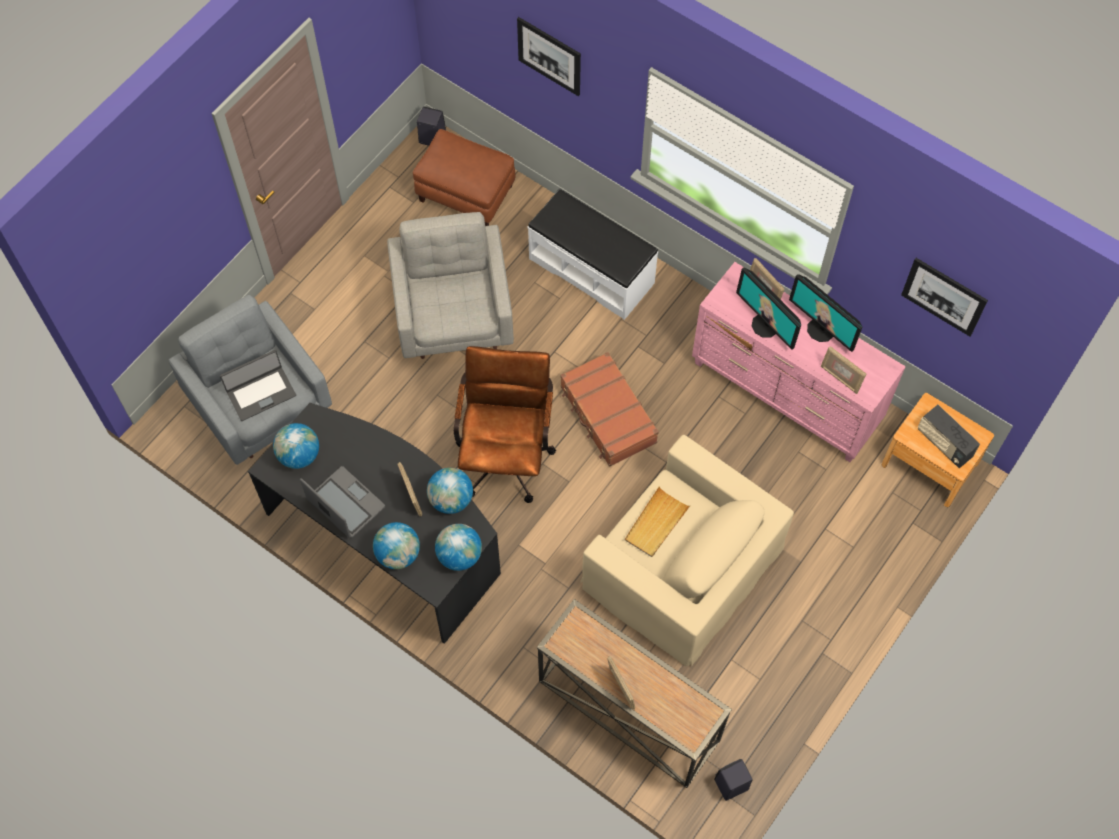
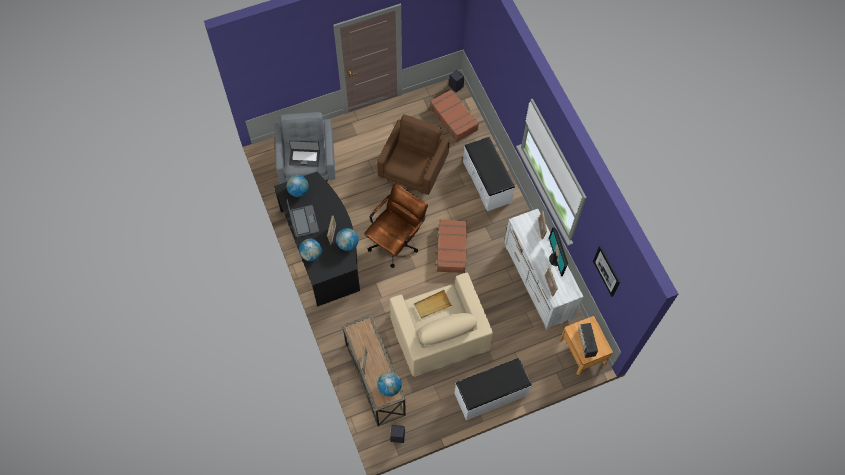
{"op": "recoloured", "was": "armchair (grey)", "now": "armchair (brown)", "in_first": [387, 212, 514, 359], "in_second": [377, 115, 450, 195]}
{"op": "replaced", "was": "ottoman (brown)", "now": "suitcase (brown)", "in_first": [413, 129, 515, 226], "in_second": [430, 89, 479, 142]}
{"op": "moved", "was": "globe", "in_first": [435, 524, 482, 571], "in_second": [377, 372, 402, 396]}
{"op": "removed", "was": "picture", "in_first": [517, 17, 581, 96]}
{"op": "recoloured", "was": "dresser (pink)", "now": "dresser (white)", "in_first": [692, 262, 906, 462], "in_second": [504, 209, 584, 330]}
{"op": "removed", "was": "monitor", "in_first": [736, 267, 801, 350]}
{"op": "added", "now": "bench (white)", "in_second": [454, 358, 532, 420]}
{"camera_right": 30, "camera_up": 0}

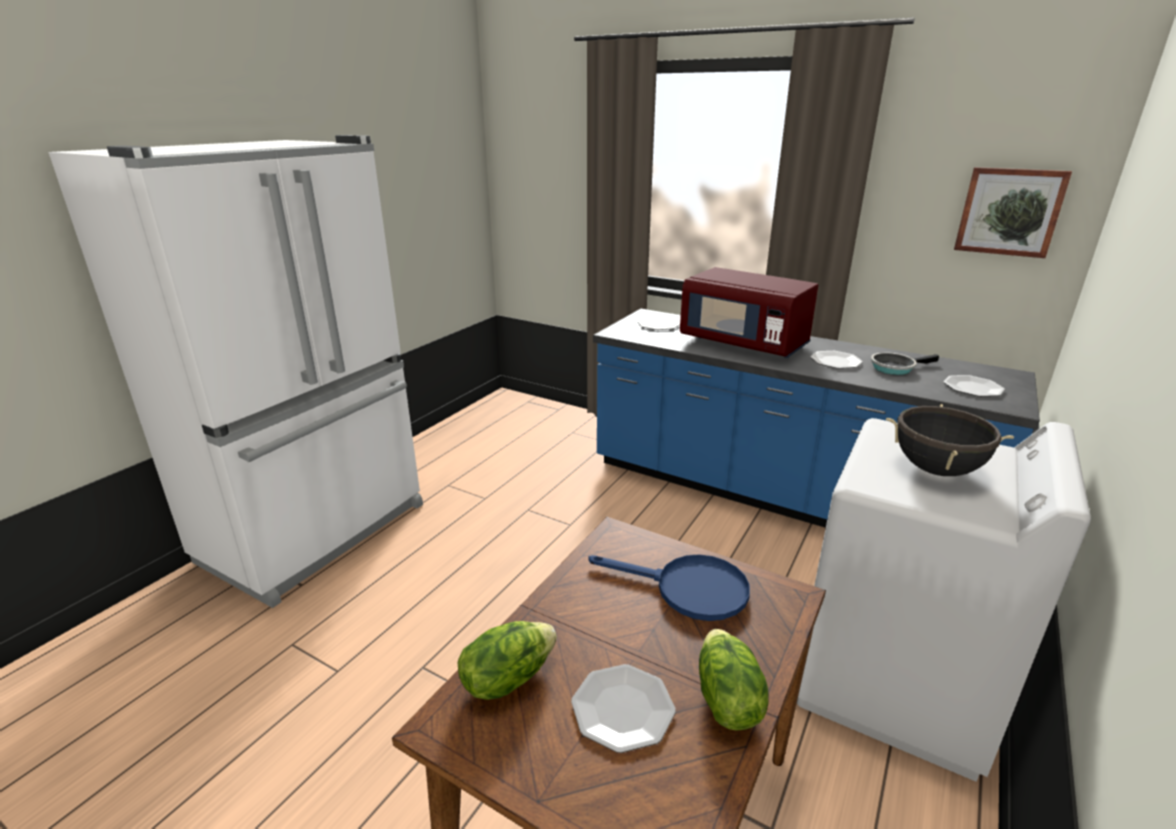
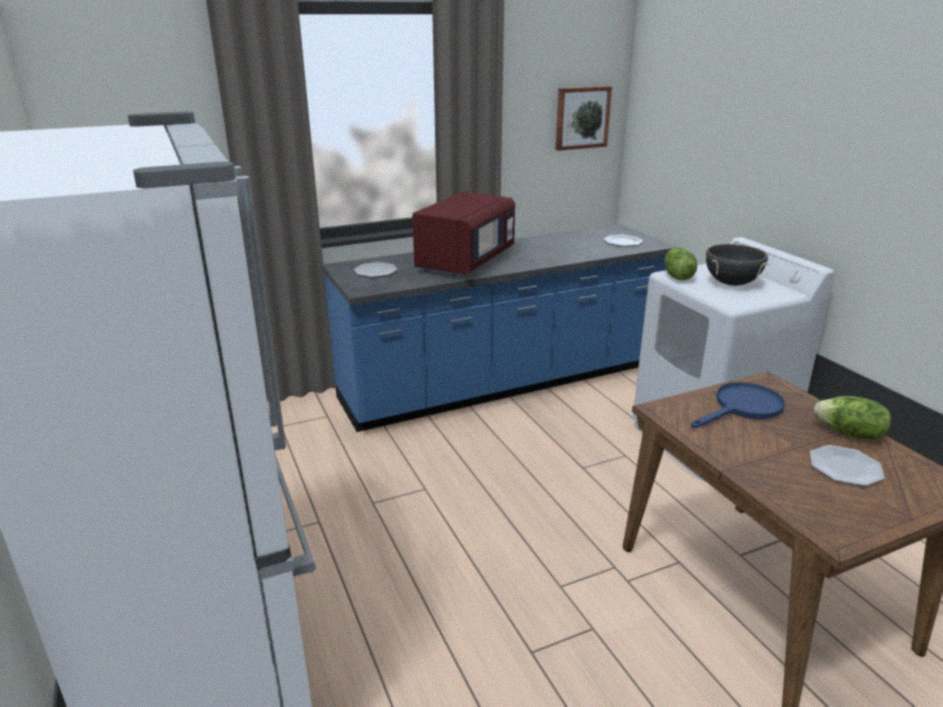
{"op": "moved", "was": "lettuce", "in_first": [458, 621, 557, 700], "in_second": [664, 248, 697, 280]}
{"op": "turned", "was": "microwave (red)", "in_first": [680, 267, 818, 358], "in_second": [412, 192, 515, 276], "clockwise": -45}
{"op": "removed", "was": "plate", "in_first": [810, 351, 863, 369]}
{"op": "removed", "was": "frying pan", "in_first": [871, 352, 939, 375]}
{"camera_right": -55, "camera_up": 0}

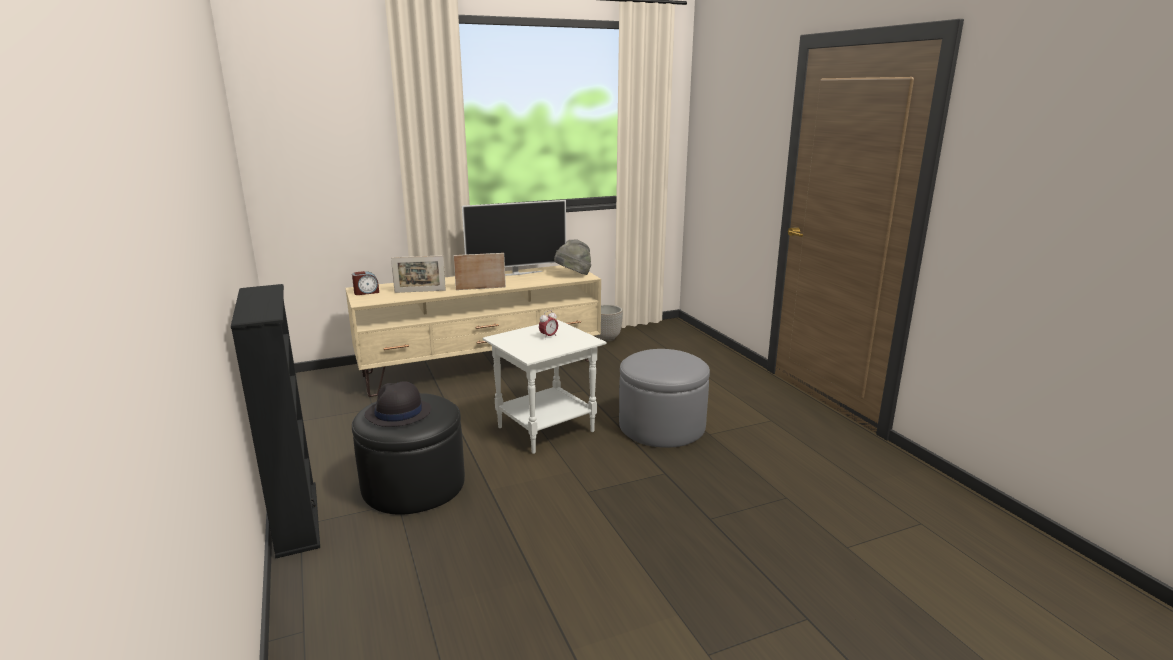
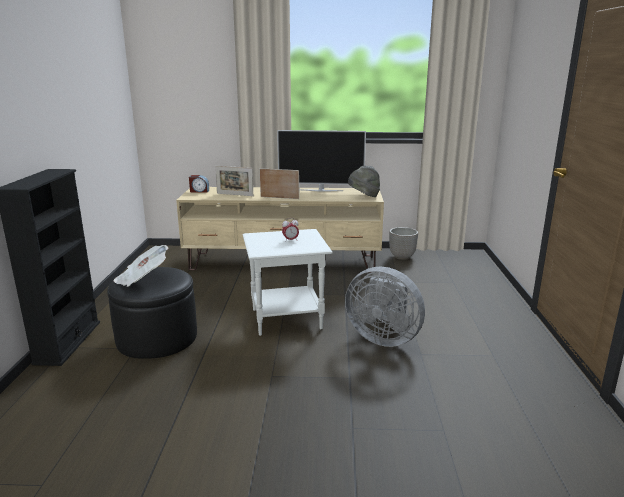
{"op": "replaced", "was": "hat (black)", "now": "newspaper", "in_first": [364, 381, 431, 427], "in_second": [114, 245, 169, 287]}
{"op": "replaced", "was": "ottoman (grey)", "now": "fan (grey)", "in_first": [619, 349, 710, 448], "in_second": [345, 267, 425, 347]}
{"camera_right": 25, "camera_up": 0}

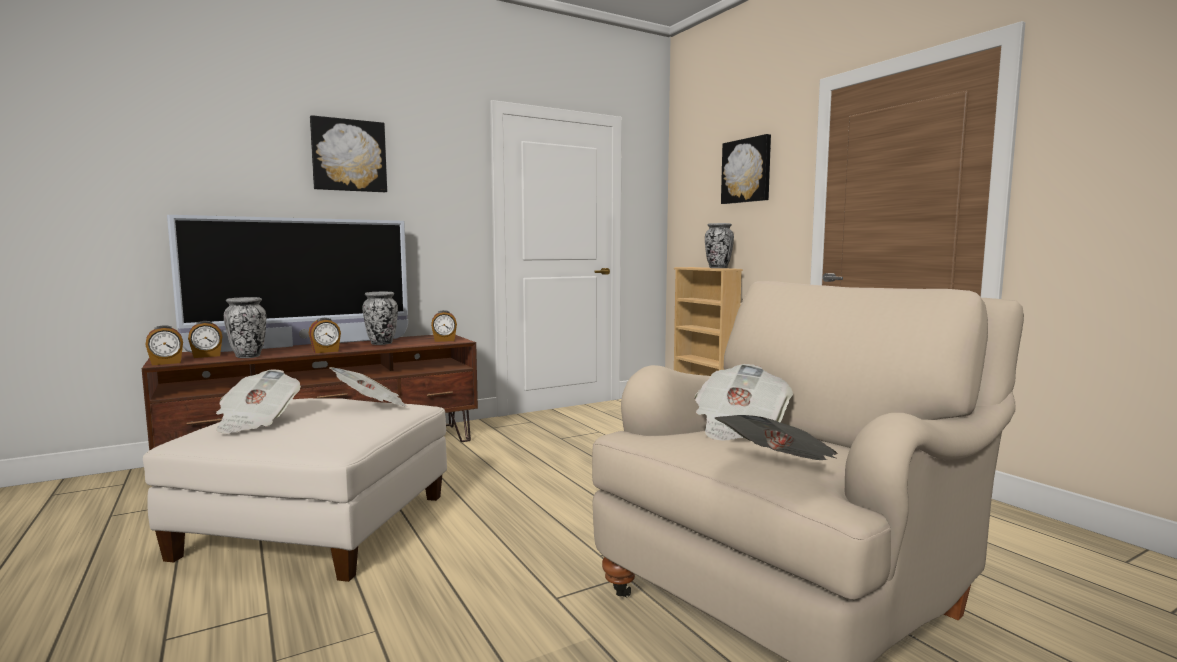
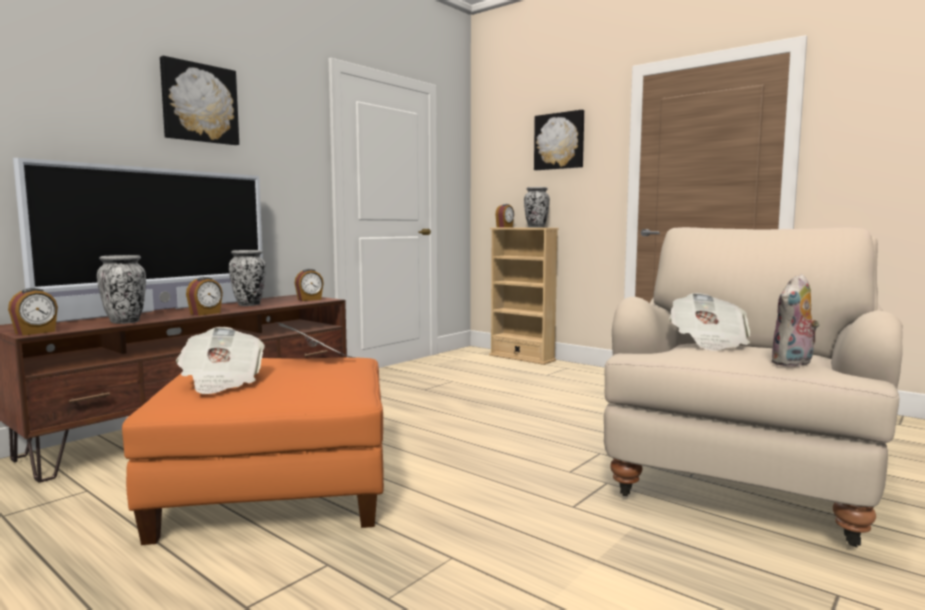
{"op": "recoloured", "was": "ottoman (white)", "now": "ottoman (orange)", "in_first": [143, 398, 447, 582], "in_second": [122, 357, 384, 545]}
{"op": "moved", "was": "alarm clock", "in_first": [188, 321, 222, 358], "in_second": [495, 204, 514, 227]}
{"op": "replaced", "was": "newspaper", "now": "plush toy", "in_first": [714, 415, 837, 460], "in_second": [771, 274, 820, 367]}
{"camera_right": -20, "camera_up": 0}

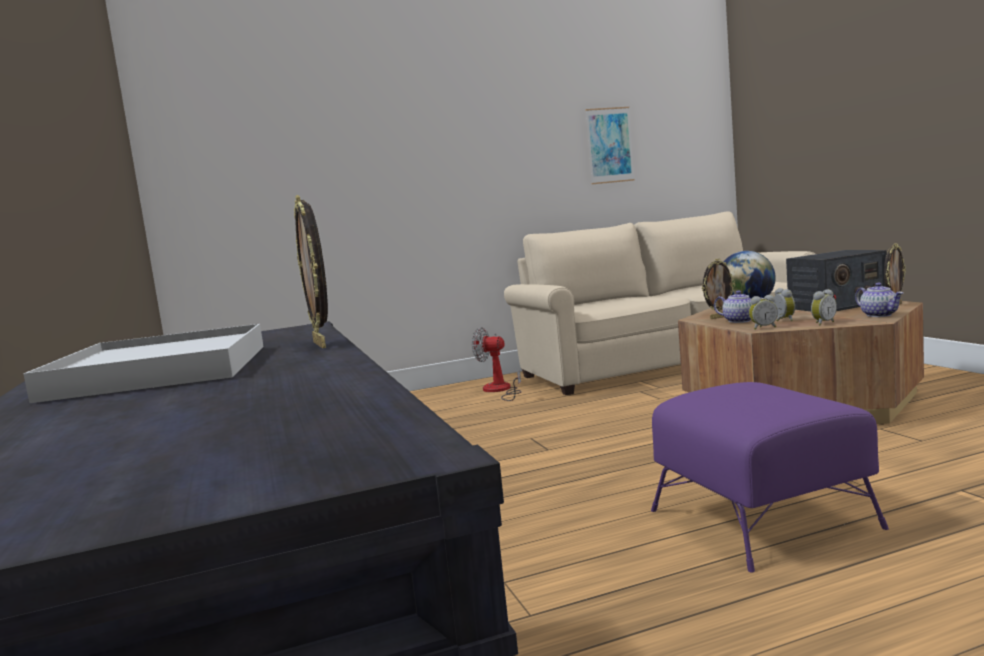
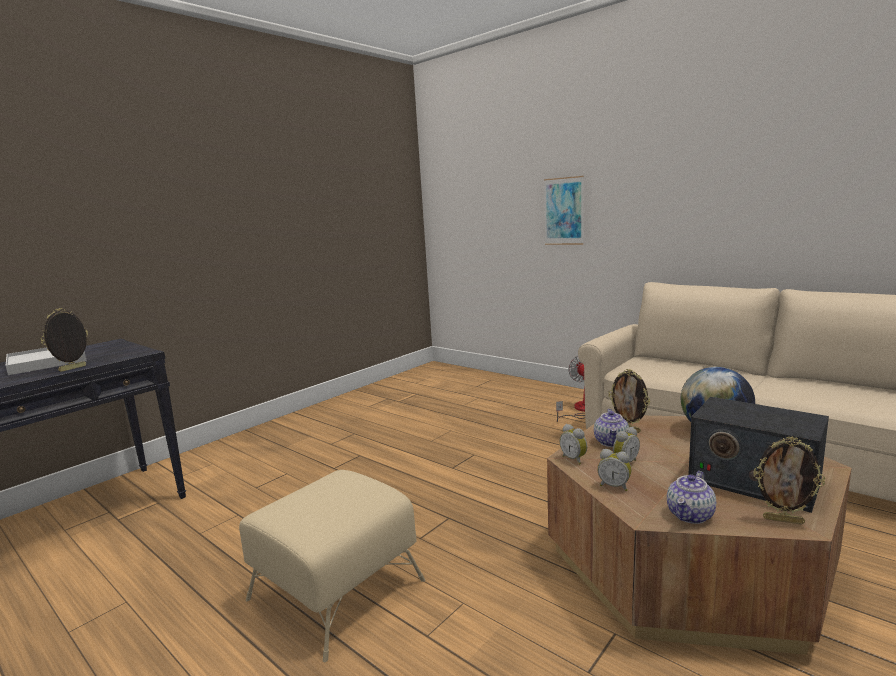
{"op": "moved", "was": "picture", "in_first": [585, 107, 635, 184], "in_second": [544, 176, 584, 245]}
{"op": "recoloured", "was": "ottoman (purple)", "now": "ottoman (beige)", "in_first": [651, 382, 889, 572], "in_second": [239, 470, 425, 662]}
{"camera_right": 60, "camera_up": 5}

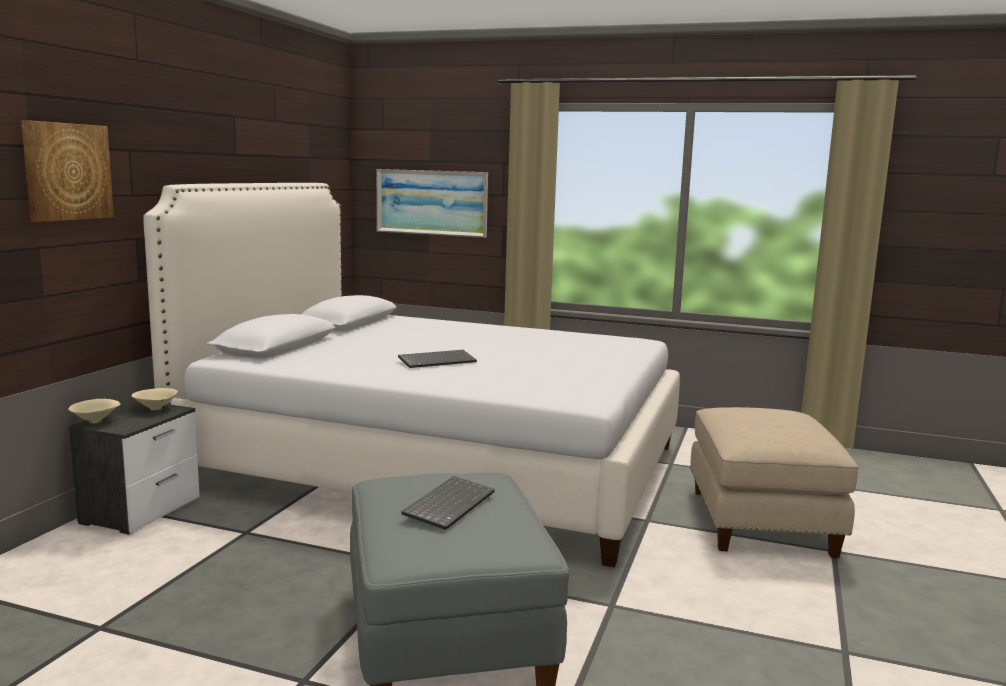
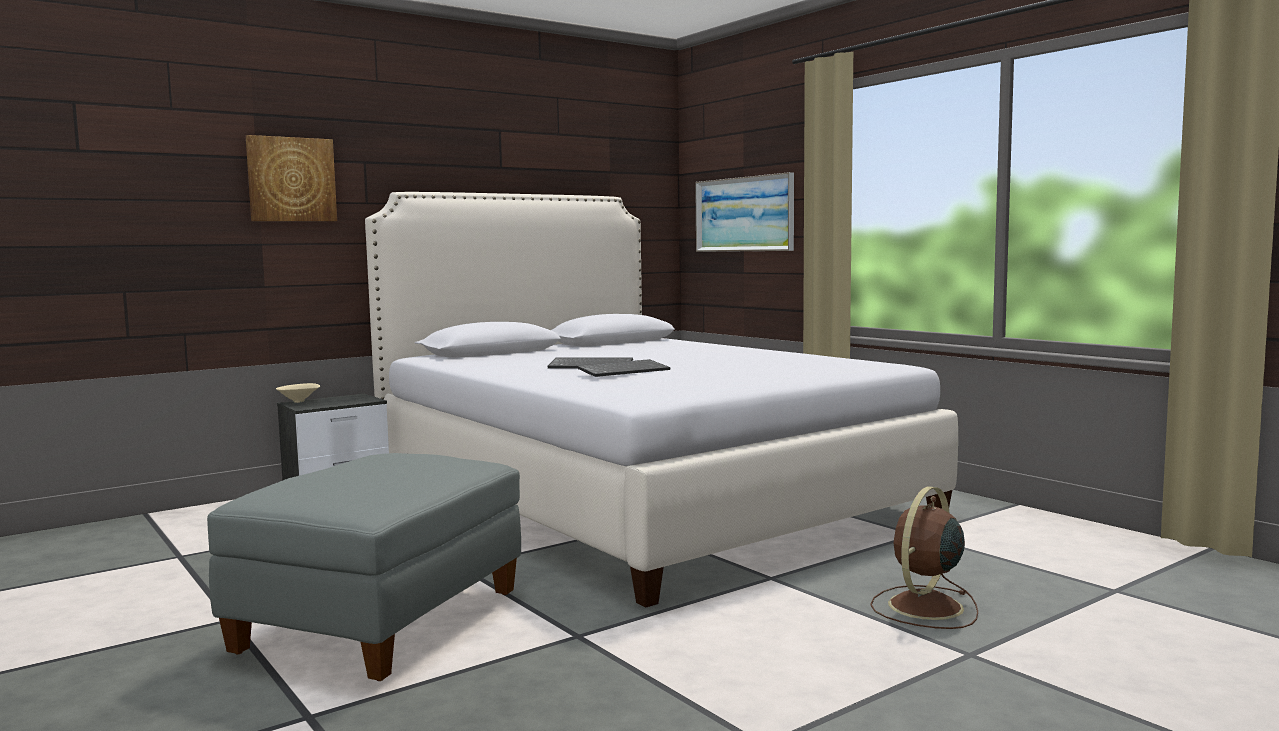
{"op": "removed", "was": "bowl (beige)", "in_first": [132, 388, 177, 410]}
{"op": "moved", "was": "keyboard", "in_first": [401, 476, 495, 530], "in_second": [576, 359, 670, 377]}
{"op": "replaced", "was": "ottoman (beige)", "now": "fan (brown)", "in_first": [690, 407, 858, 558], "in_second": [870, 486, 978, 629]}
{"camera_right": 35, "camera_up": -5}

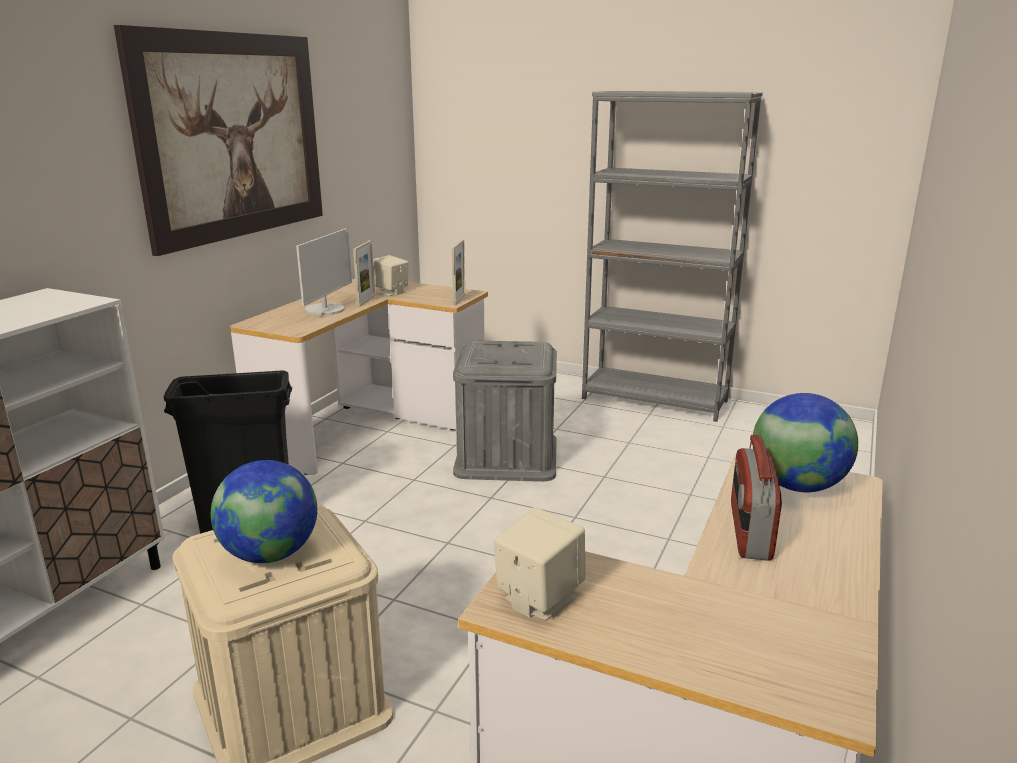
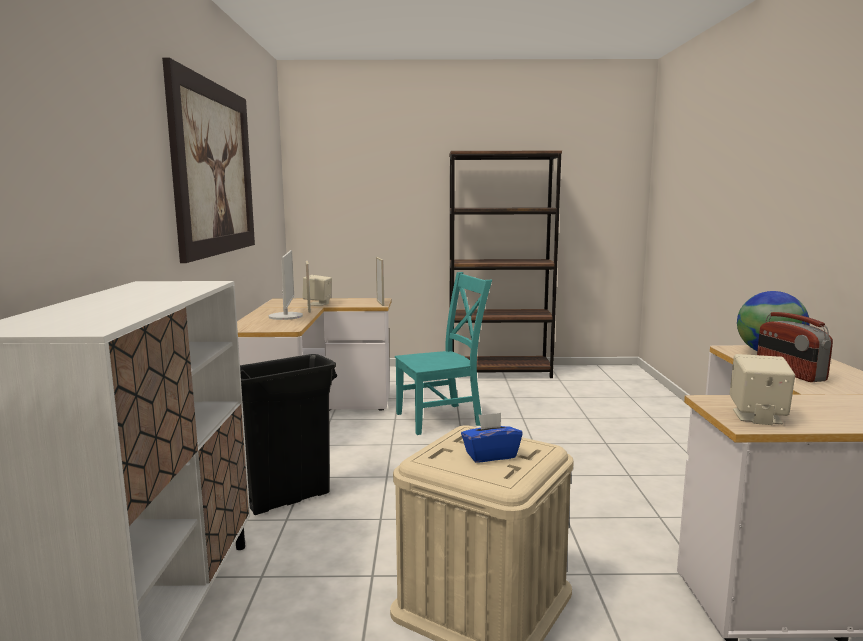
{"op": "replaced", "was": "globe", "now": "tissue box (blue)", "in_first": [211, 460, 317, 563], "in_second": [461, 413, 523, 463]}
{"op": "replaced", "was": "storage box (grey)", "now": "chair (turquoise)", "in_first": [453, 341, 557, 482], "in_second": [395, 272, 492, 435]}
{"op": "recoloured", "was": "bookcase (grey)", "now": "bookcase (brown)", "in_first": [582, 91, 763, 422], "in_second": [449, 150, 562, 378]}
{"camera_right": -25, "camera_up": -10}

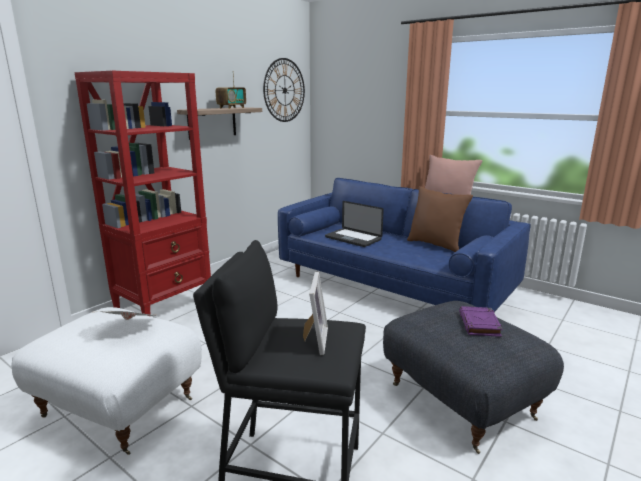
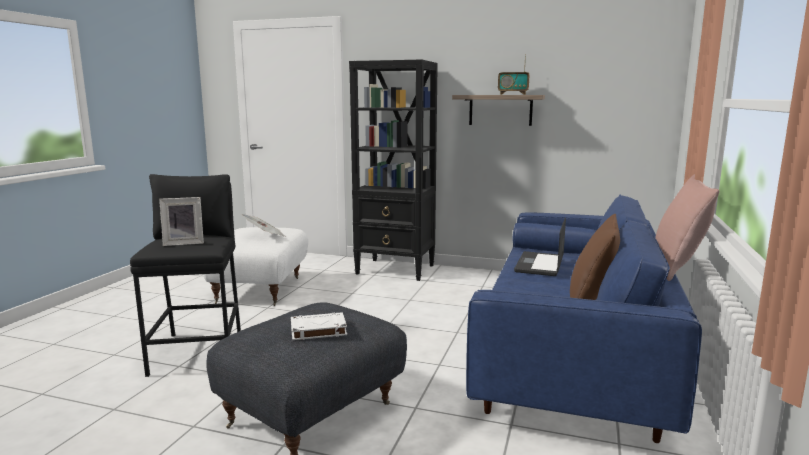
{"op": "recoloured", "was": "bookcase (red)", "now": "bookcase (black)", "in_first": [74, 71, 211, 317], "in_second": [349, 59, 438, 281]}
{"op": "removed", "was": "wall clock", "in_first": [263, 58, 305, 122]}
{"op": "recoloured", "was": "book (purple)", "now": "book (white)", "in_first": [459, 306, 503, 337], "in_second": [291, 312, 347, 340]}
{"camera_right": 70, "camera_up": -5}

